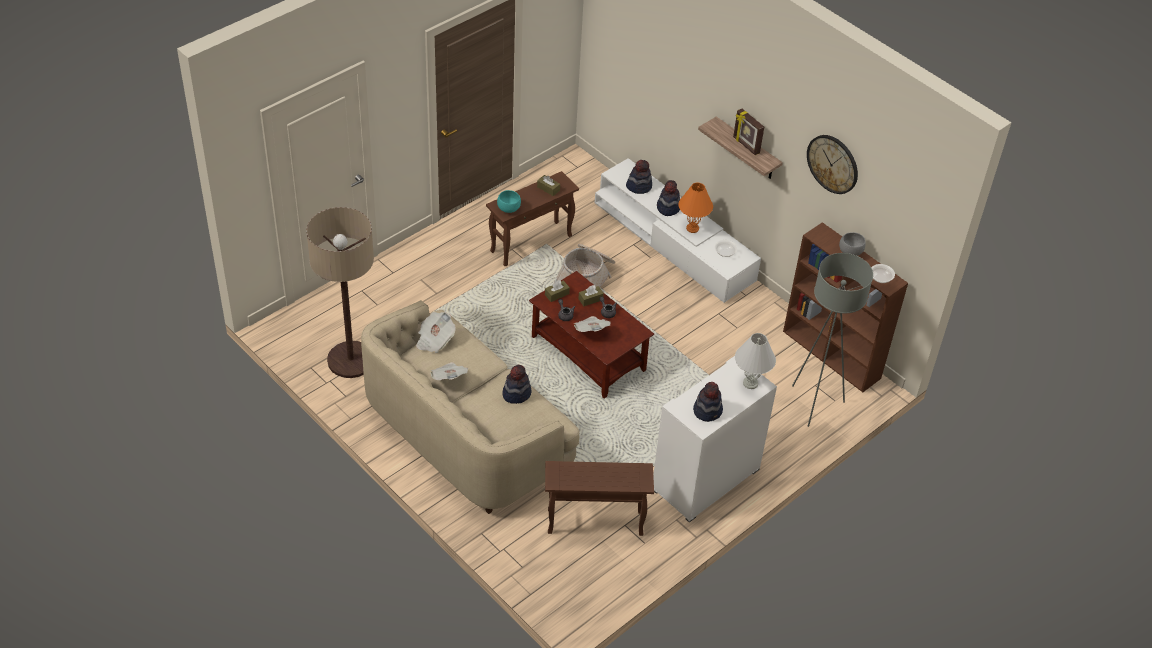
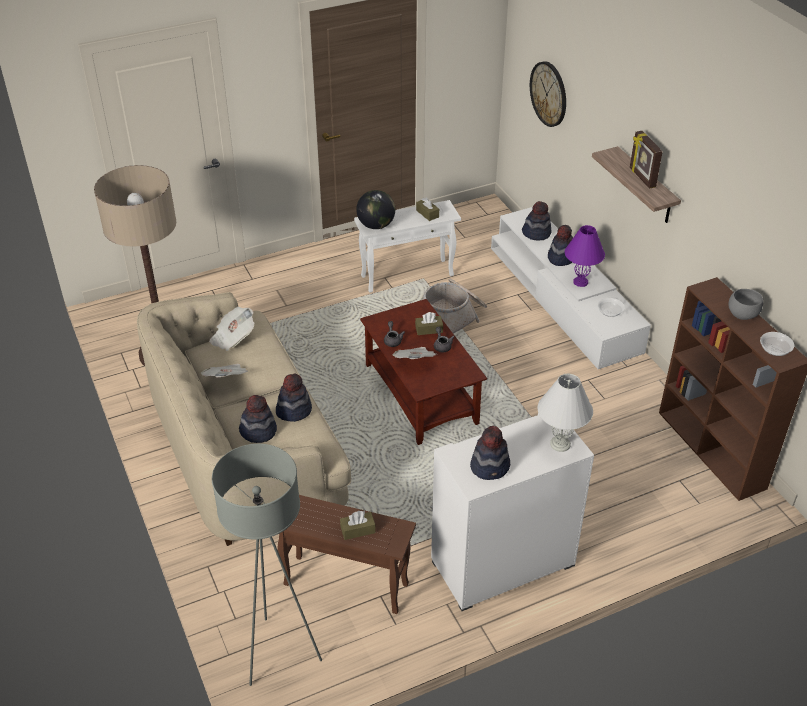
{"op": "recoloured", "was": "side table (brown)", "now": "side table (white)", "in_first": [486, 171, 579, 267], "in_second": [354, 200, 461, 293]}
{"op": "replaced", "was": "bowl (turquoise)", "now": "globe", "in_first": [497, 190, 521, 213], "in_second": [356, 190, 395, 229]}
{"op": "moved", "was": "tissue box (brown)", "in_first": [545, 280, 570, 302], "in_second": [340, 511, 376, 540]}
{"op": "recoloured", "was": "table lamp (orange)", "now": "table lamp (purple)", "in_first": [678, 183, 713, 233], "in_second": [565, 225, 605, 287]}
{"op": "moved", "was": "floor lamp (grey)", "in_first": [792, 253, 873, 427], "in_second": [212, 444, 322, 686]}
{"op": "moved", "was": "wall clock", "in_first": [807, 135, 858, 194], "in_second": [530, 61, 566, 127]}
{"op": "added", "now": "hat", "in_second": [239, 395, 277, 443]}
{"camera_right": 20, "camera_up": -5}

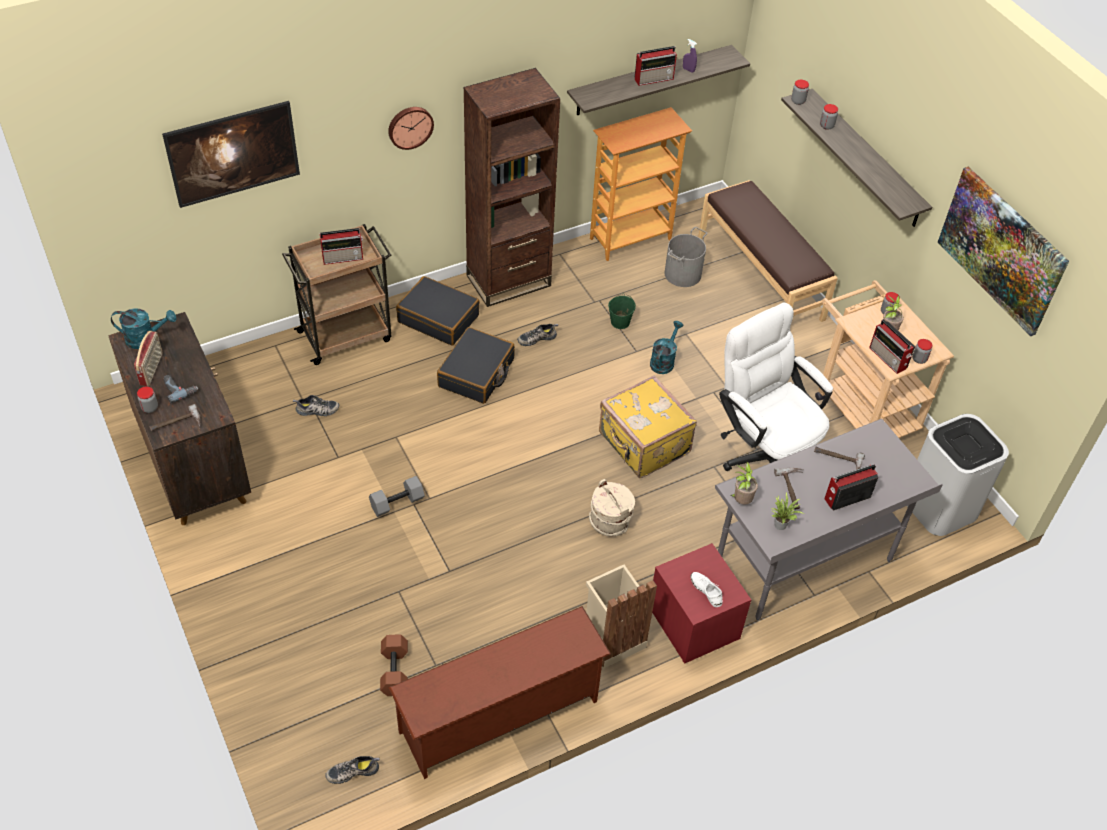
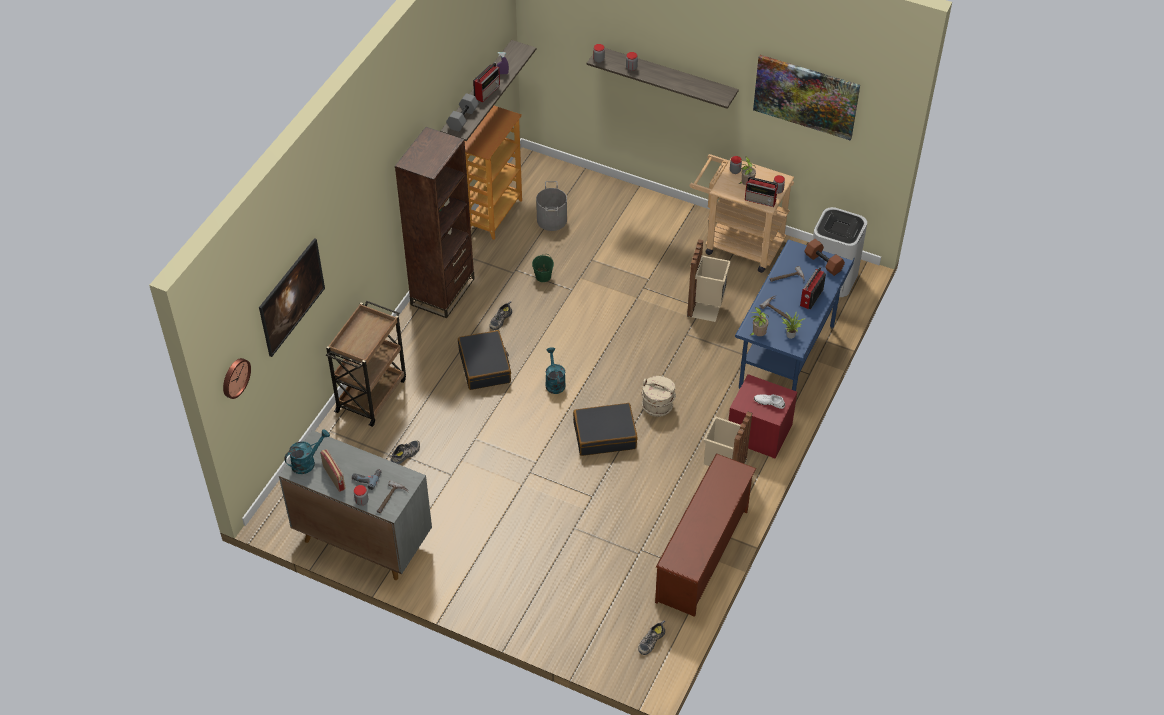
{"op": "recoloured", "was": "cabinet (brown)", "now": "cabinet (grey)", "in_first": [108, 312, 251, 525], "in_second": [279, 430, 432, 580]}
{"op": "removed", "was": "radio", "in_first": [320, 228, 363, 265]}
{"op": "moved", "was": "dumbbell (grey)", "in_first": [369, 476, 425, 517], "in_second": [446, 93, 479, 132]}
{"op": "moved", "was": "dumbbell (brown)", "in_first": [380, 634, 408, 696], "in_second": [804, 239, 845, 276]}
{"op": "moved", "was": "wall clock", "in_first": [388, 107, 434, 150], "in_second": [223, 358, 251, 399]}
{"op": "moved", "was": "suitcase (black)", "in_first": [396, 276, 480, 346], "in_second": [573, 403, 637, 456]}
{"op": "removed", "was": "suitcase (yellow)", "in_first": [599, 375, 697, 478]}
{"op": "moved", "was": "watering can (turquoise)", "in_first": [650, 321, 684, 374], "in_second": [545, 347, 566, 394]}
{"op": "removed", "was": "bench (brown)", "in_first": [698, 180, 838, 322]}
{"op": "recoloured", "was": "desk (grey)", "now": "desk (blue)", "in_first": [715, 419, 943, 620], "in_second": [735, 240, 854, 391]}
{"op": "replaced", "was": "office chair (white)", "now": "trash can (beige)", "in_first": [719, 302, 833, 471], "in_second": [687, 239, 731, 322]}
{"camera_right": -35, "camera_up": 0}

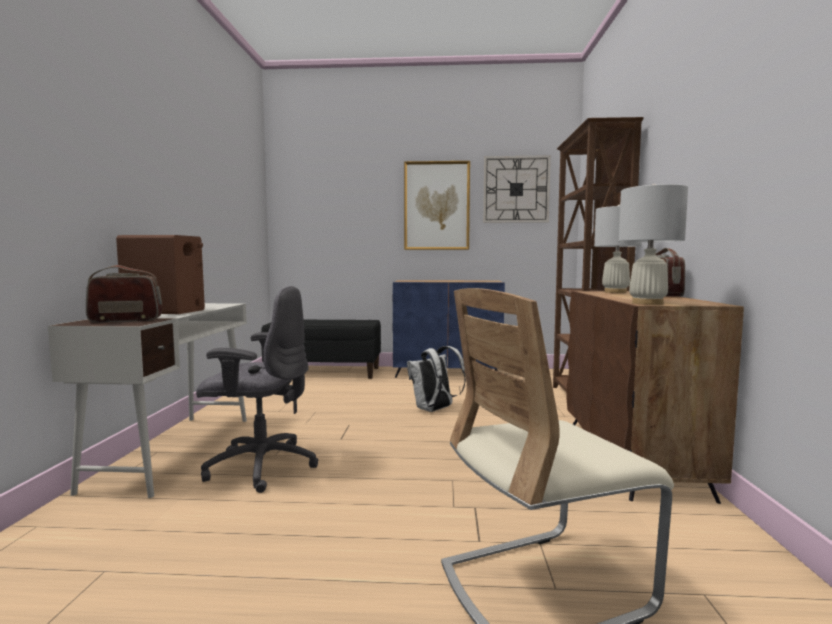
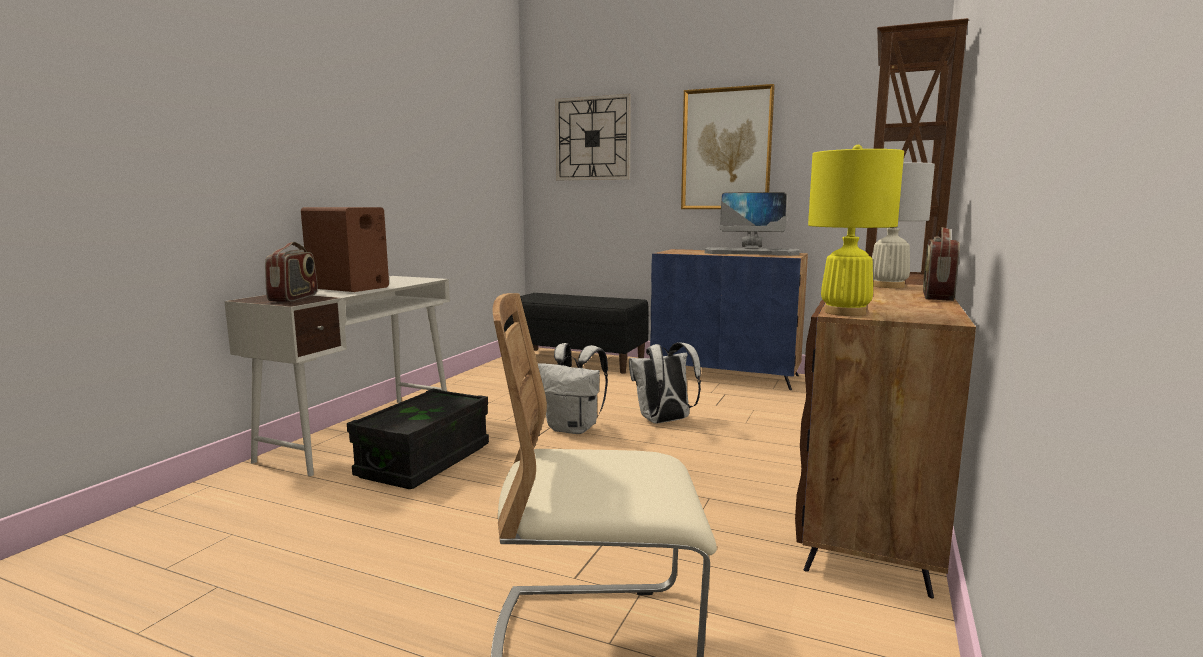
{"op": "turned", "was": "radio", "in_first": [86, 265, 162, 322], "in_second": [265, 242, 318, 301], "clockwise": 90}
{"op": "replaced", "was": "office chair (grey)", "now": "storage box (black)", "in_first": [196, 286, 319, 493], "in_second": [347, 389, 489, 489]}
{"op": "moved", "was": "wall clock", "in_first": [483, 155, 551, 223], "in_second": [555, 94, 631, 180]}
{"op": "recoloured", "was": "table lamp (white)", "now": "table lamp (yellow)", "in_first": [619, 184, 688, 305], "in_second": [808, 145, 904, 316]}
{"op": "added", "now": "backpack (white)", "in_second": [538, 343, 608, 434]}
{"op": "added", "now": "monitor", "in_second": [705, 192, 800, 256]}
{"camera_right": 20, "camera_up": 5}

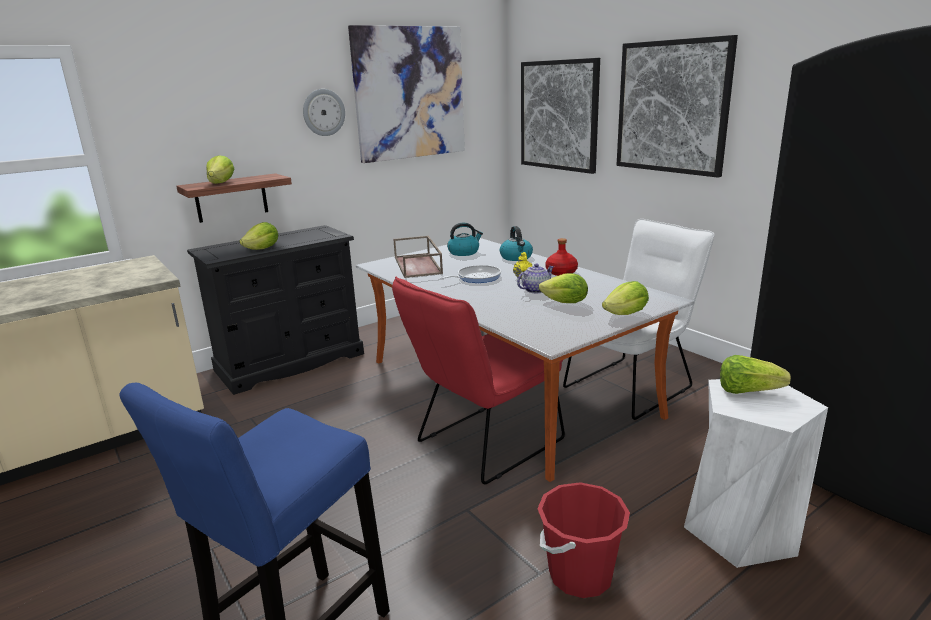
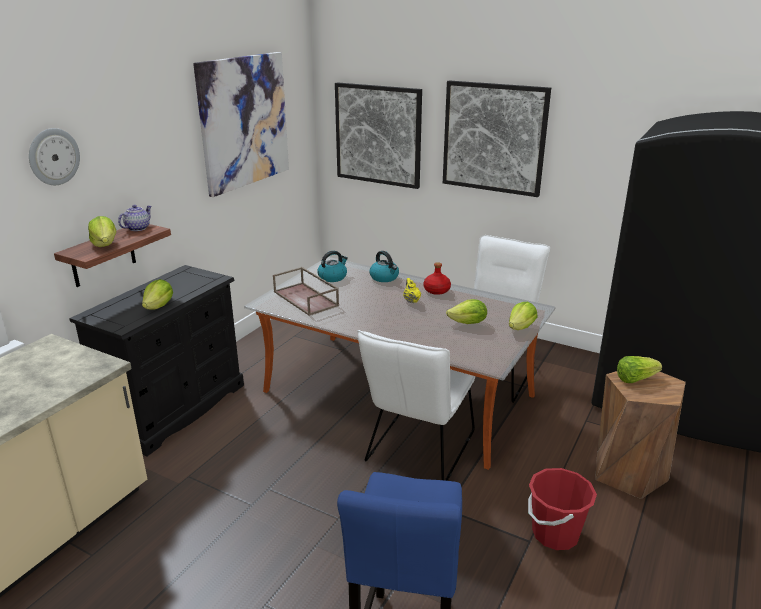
{"op": "moved", "was": "wall clock", "in_first": [303, 89, 345, 136], "in_second": [29, 128, 80, 185]}
{"op": "recoloured", "was": "chair (red)", "now": "chair (white)", "in_first": [392, 276, 565, 484], "in_second": [357, 330, 475, 481]}
{"op": "removed", "was": "frying pan", "in_first": [440, 265, 501, 283]}
{"op": "moved", "was": "teapot", "in_first": [517, 264, 554, 293], "in_second": [118, 205, 151, 231]}
{"op": "recoloured", "was": "stool (white)", "now": "stool (brown)", "in_first": [684, 379, 828, 568], "in_second": [595, 371, 686, 499]}
{"camera_right": -25, "camera_up": 5}

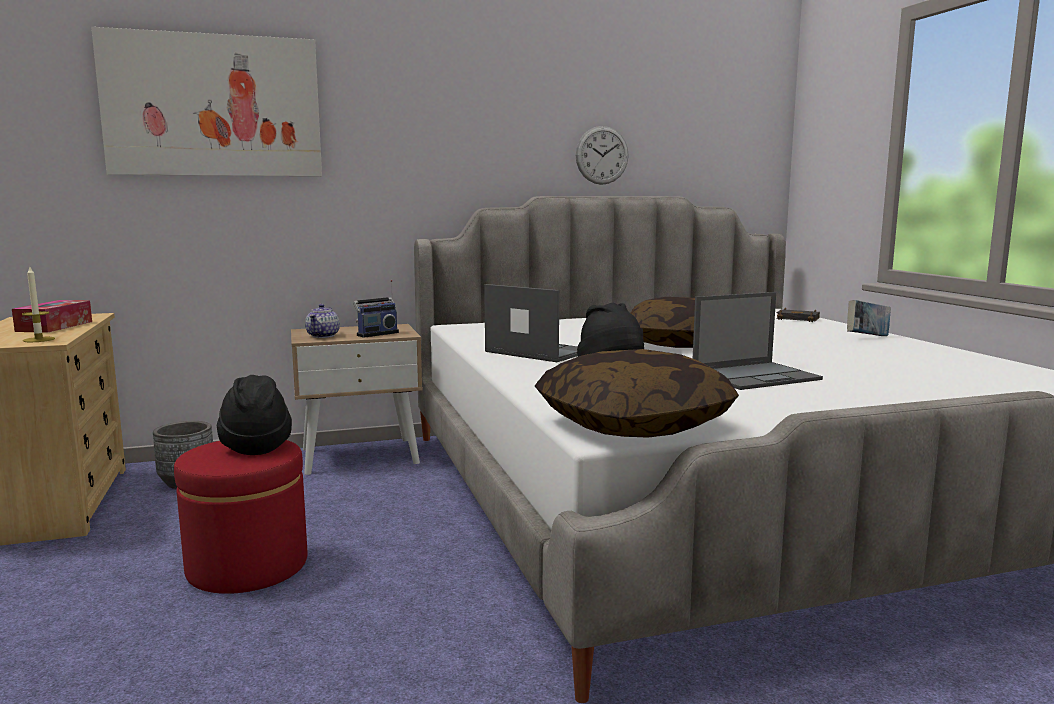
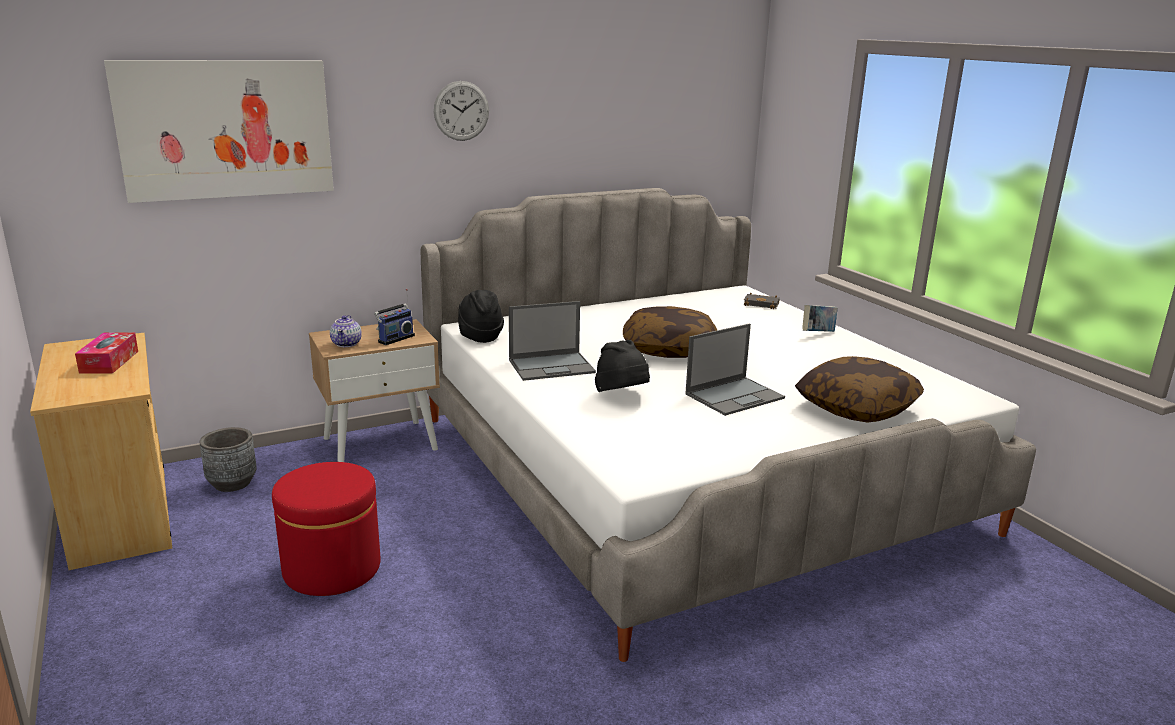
{"op": "removed", "was": "candle", "in_first": [22, 265, 55, 342]}
{"op": "moved", "was": "hat (black)", "in_first": [217, 375, 292, 455], "in_second": [458, 290, 504, 343]}
{"op": "turned", "was": "laptop", "in_first": [484, 284, 578, 362], "in_second": [509, 301, 596, 381], "clockwise": 135}
{"op": "moved", "was": "pillow", "in_first": [535, 349, 739, 437], "in_second": [795, 356, 924, 423]}
{"op": "moved", "was": "wall clock", "in_first": [576, 126, 629, 185], "in_second": [434, 81, 489, 141]}
{"camera_right": -10, "camera_up": 10}

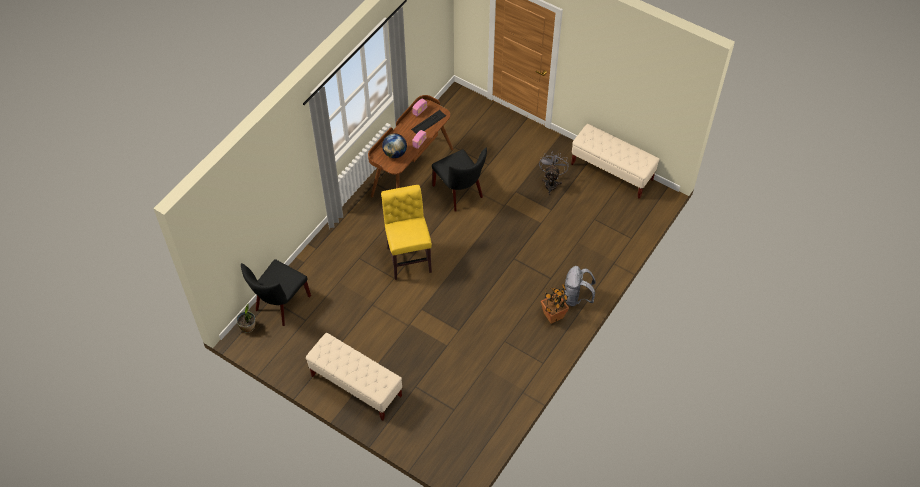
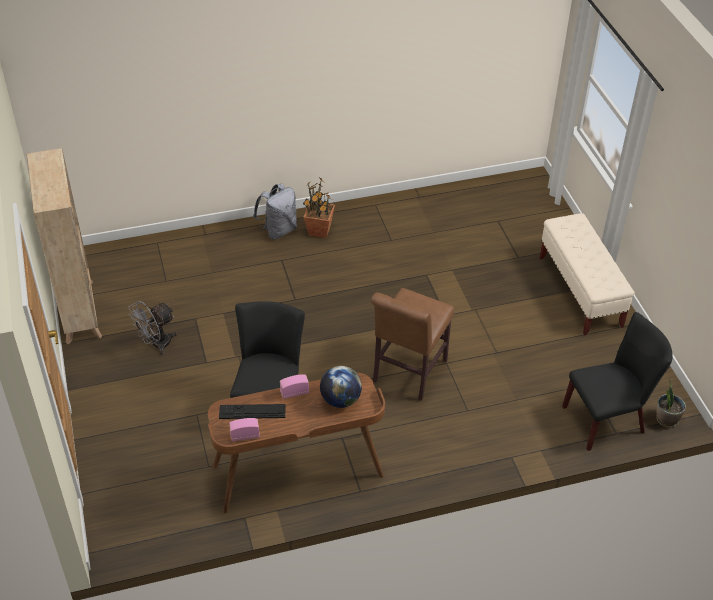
{"op": "recoloured", "was": "chair (yellow)", "now": "chair (brown)", "in_first": [381, 185, 432, 280], "in_second": [371, 288, 454, 401]}
{"op": "replaced", "was": "bench (beige)", "now": "bookcase (beige)", "in_first": [571, 124, 659, 199], "in_second": [27, 148, 102, 344]}
{"camera_right": -140, "camera_up": -10}

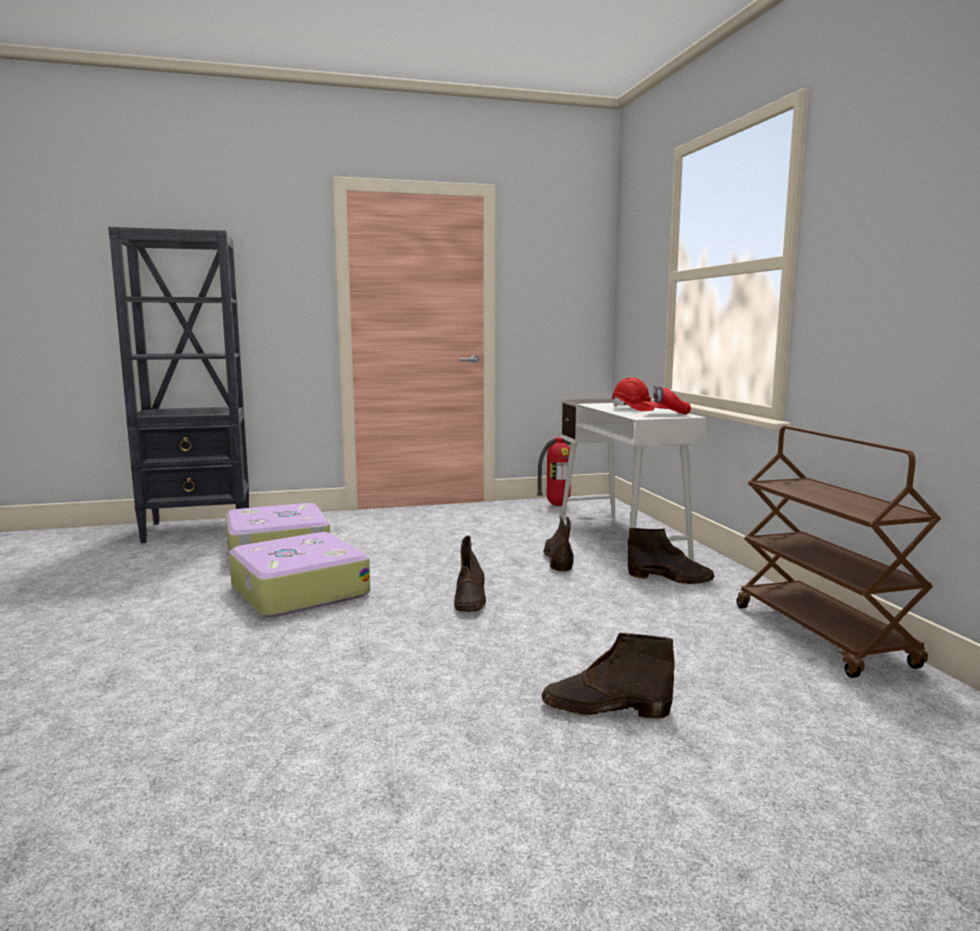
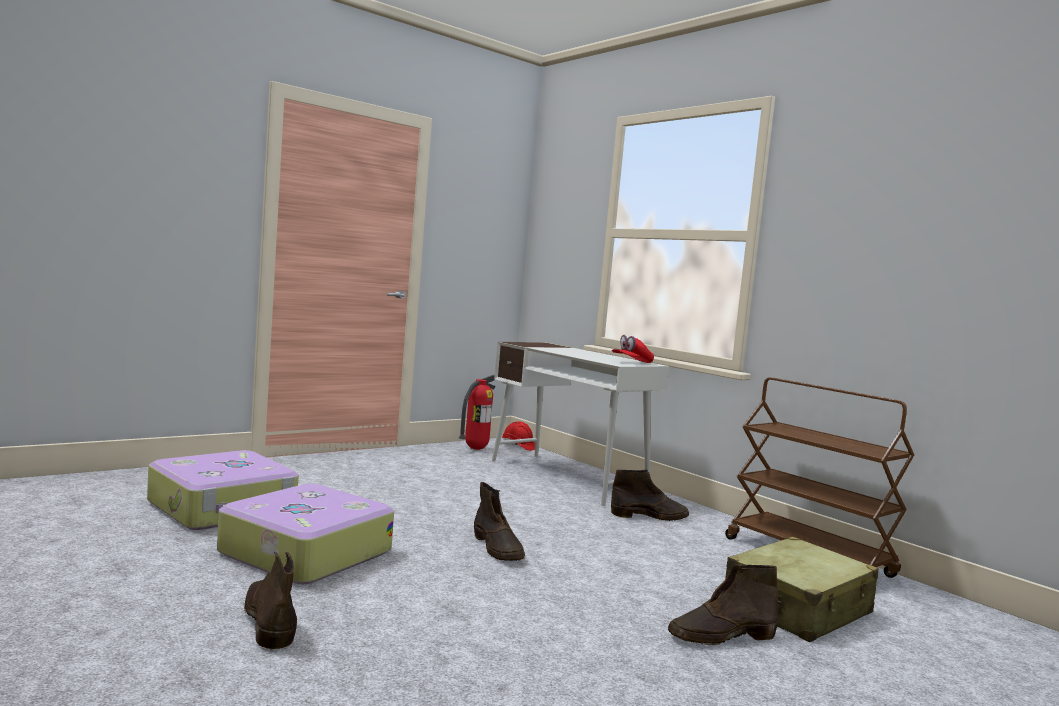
{"op": "removed", "was": "bookcase (black)", "in_first": [108, 227, 249, 543]}
{"op": "moved", "was": "boot (brown)", "in_first": [543, 516, 574, 572], "in_second": [244, 552, 297, 650]}
{"op": "moved", "was": "hard hat (red)", "in_first": [611, 377, 654, 411], "in_second": [502, 421, 535, 451]}
{"op": "added", "now": "suitcase (beige)", "in_second": [725, 537, 879, 642]}
{"camera_right": -25, "camera_up": -5}

